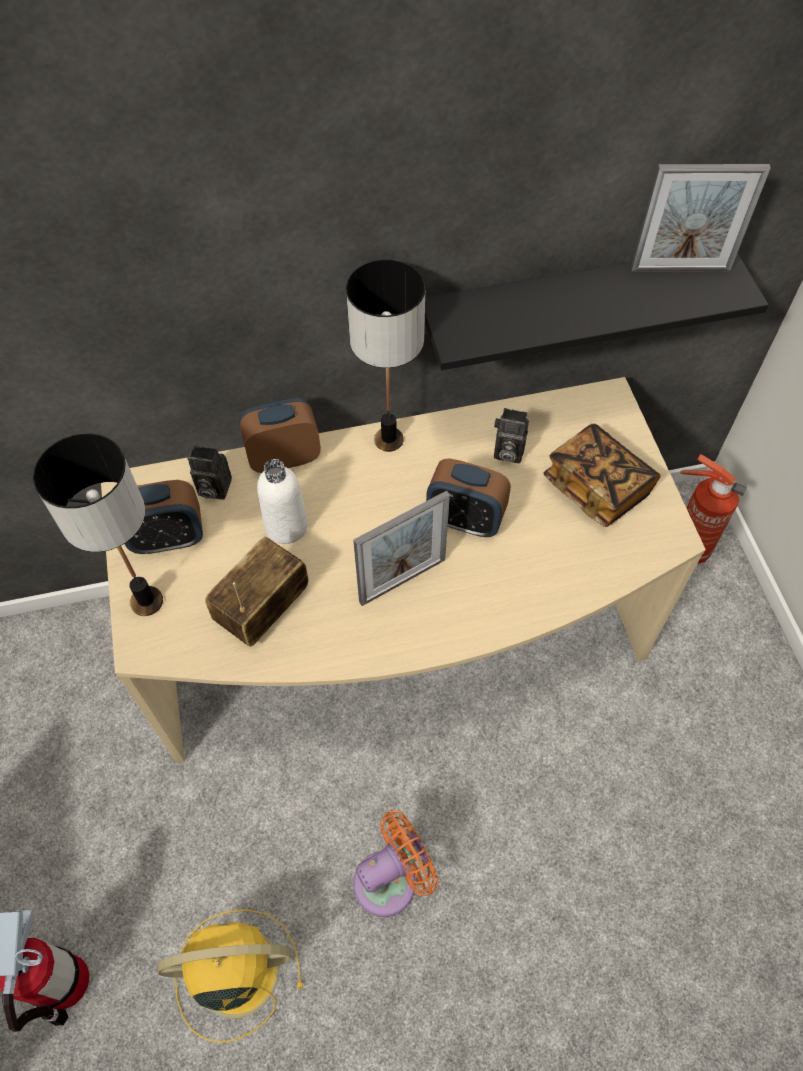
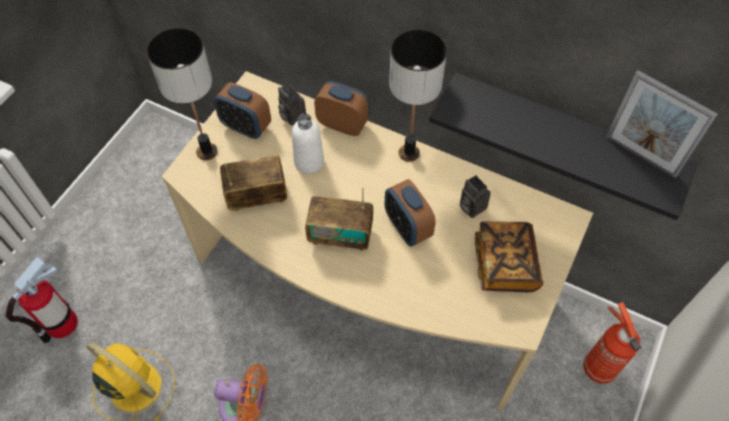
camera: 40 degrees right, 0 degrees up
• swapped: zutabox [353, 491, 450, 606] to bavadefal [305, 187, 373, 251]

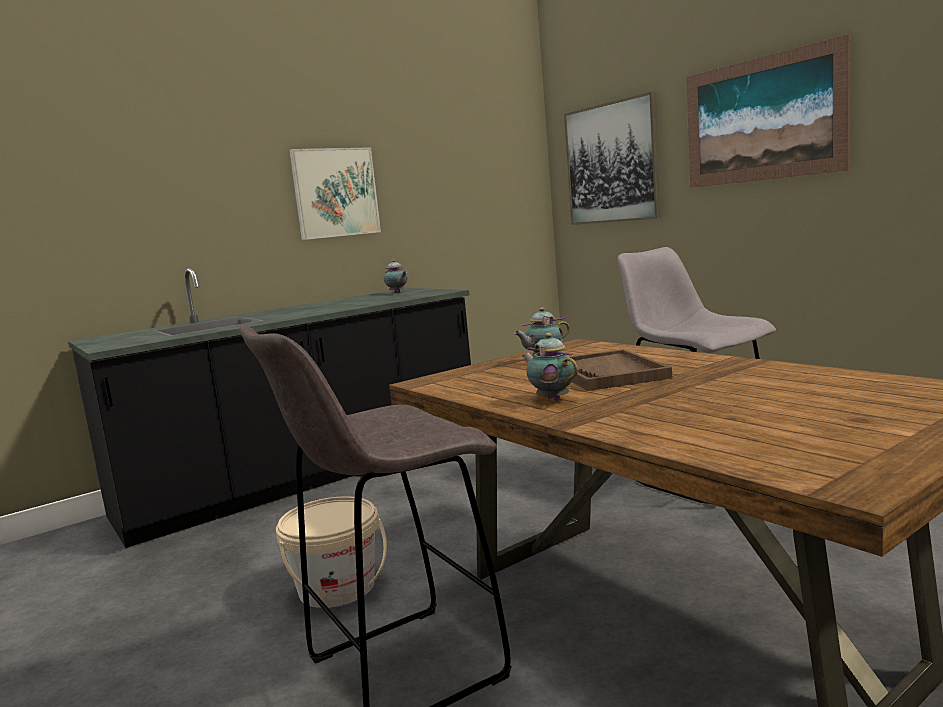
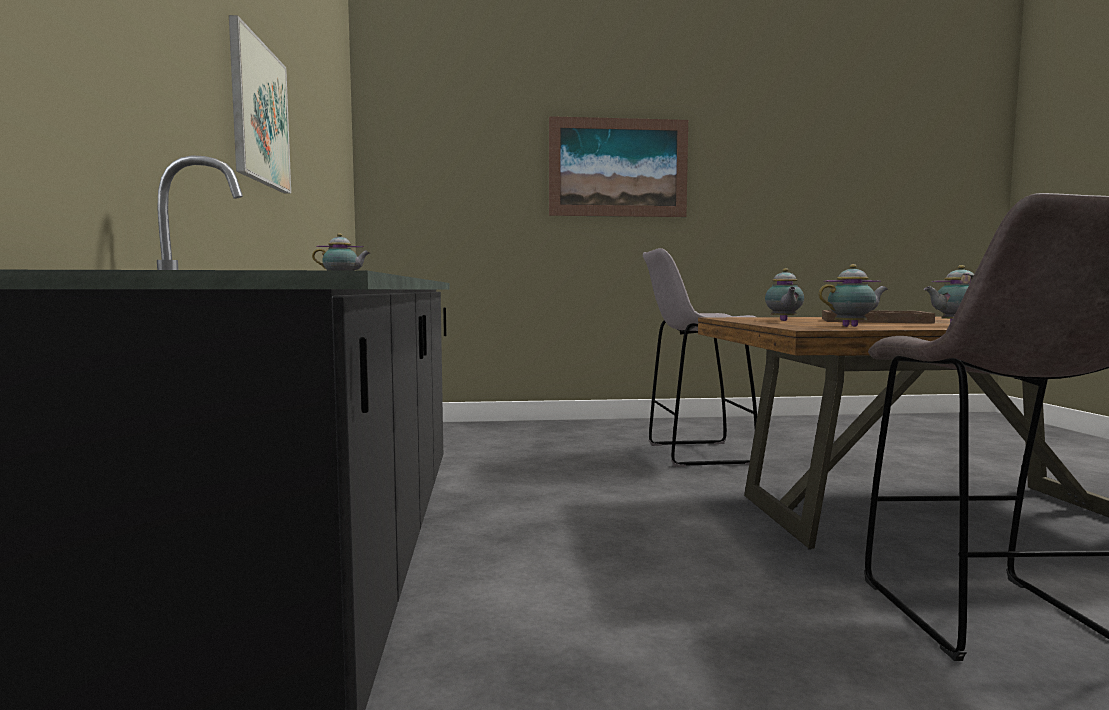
camera: 60 degrees left, 5 degrees down
• gone: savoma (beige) [276, 496, 387, 608]
• gone: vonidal [564, 92, 661, 225]
• new: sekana [818, 264, 888, 327]

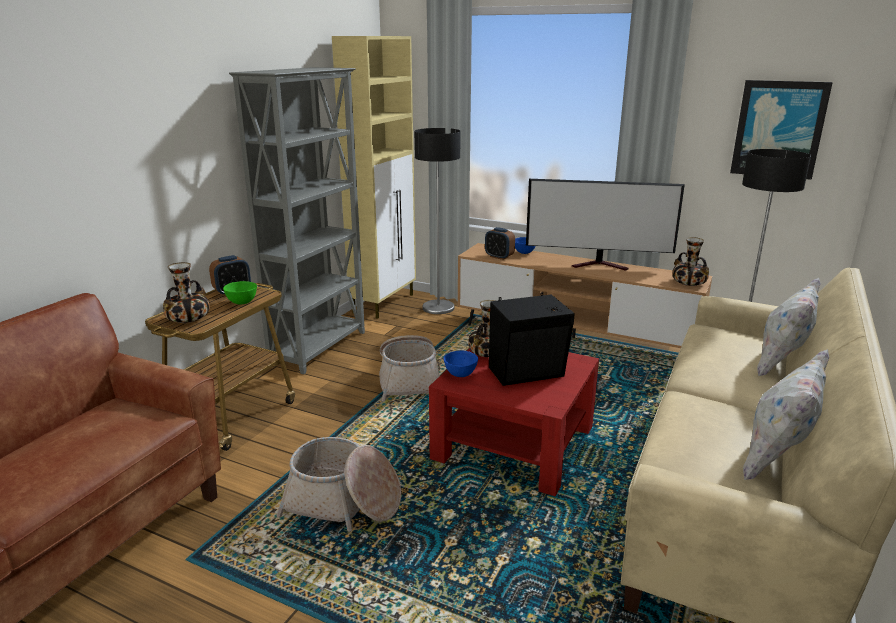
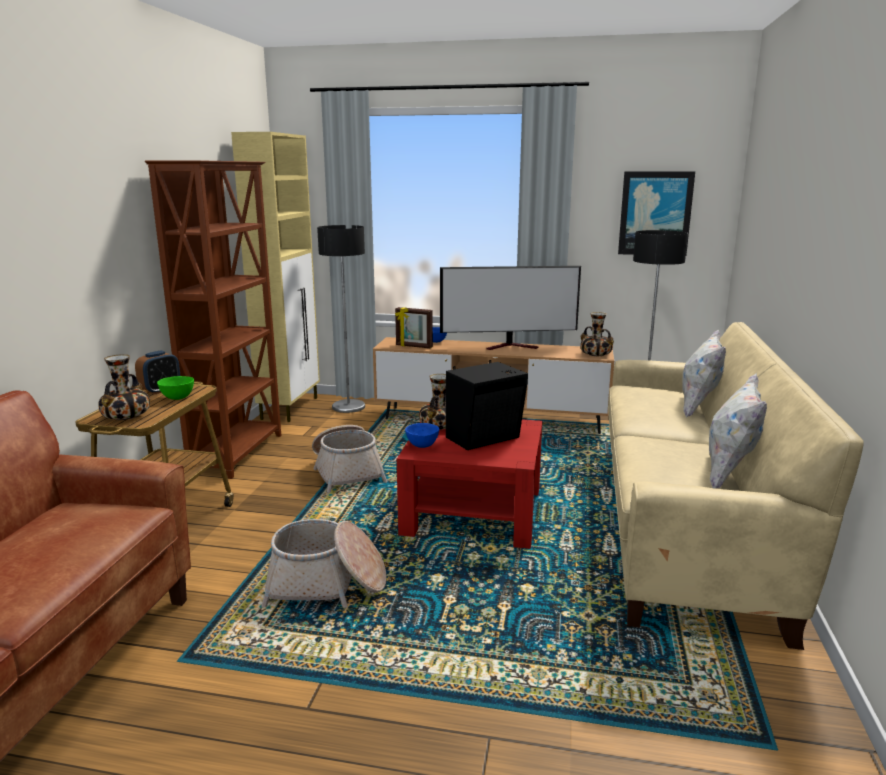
camera: 15 degrees left, 5 degrees down
• swapped: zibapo [485, 227, 515, 260] to zutabox [395, 307, 433, 348]
• repainted: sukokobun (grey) [229, 67, 365, 374] to sukokobun (brown) [145, 160, 281, 479]

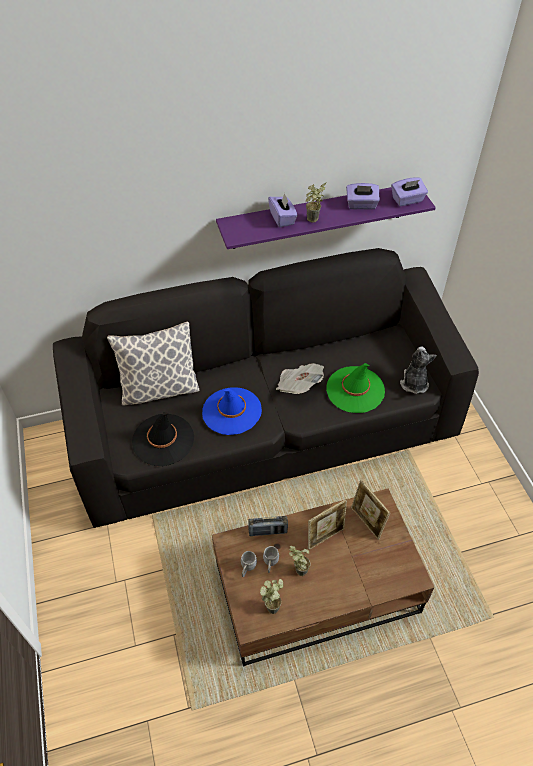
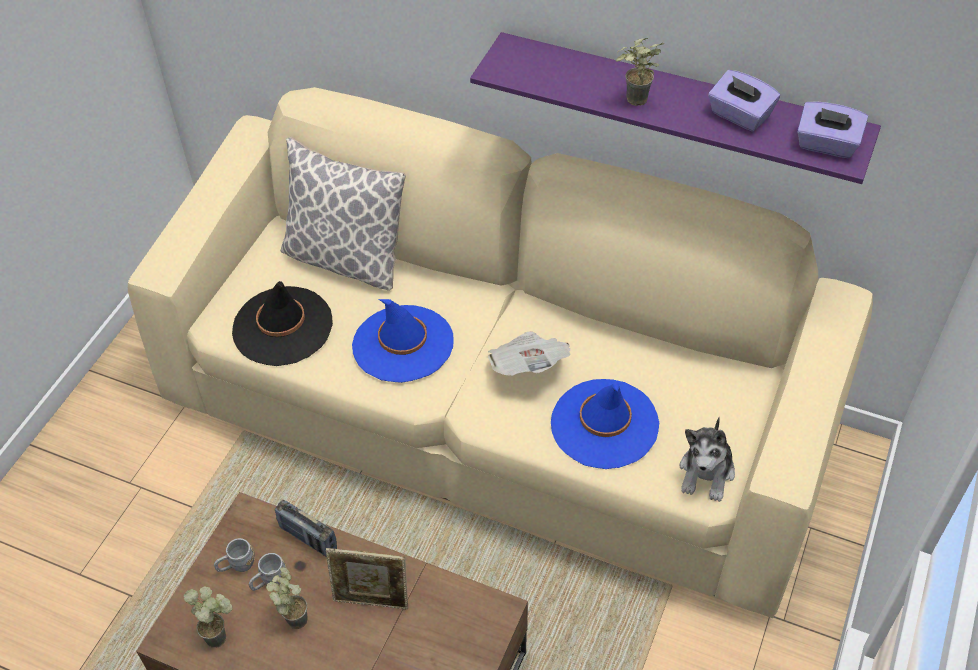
camera: 40 degrees right, 0 degrees up
• gone: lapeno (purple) [268, 193, 298, 227]
• gone: zutabox [351, 480, 390, 540]
• repainted: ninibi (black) [53, 248, 479, 528] to ninibi (beige) [128, 87, 873, 618]
• repainted: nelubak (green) [326, 363, 385, 413] to nelubak (blue) [551, 379, 659, 469]
• rotated: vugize [400, 346, 437, 394] = [679, 417, 735, 502] 150 degrees clockwise

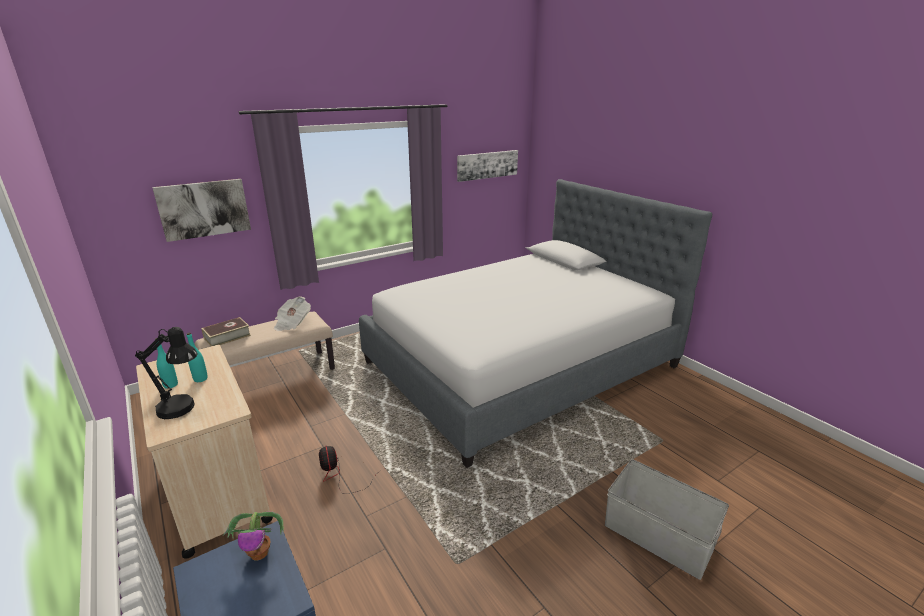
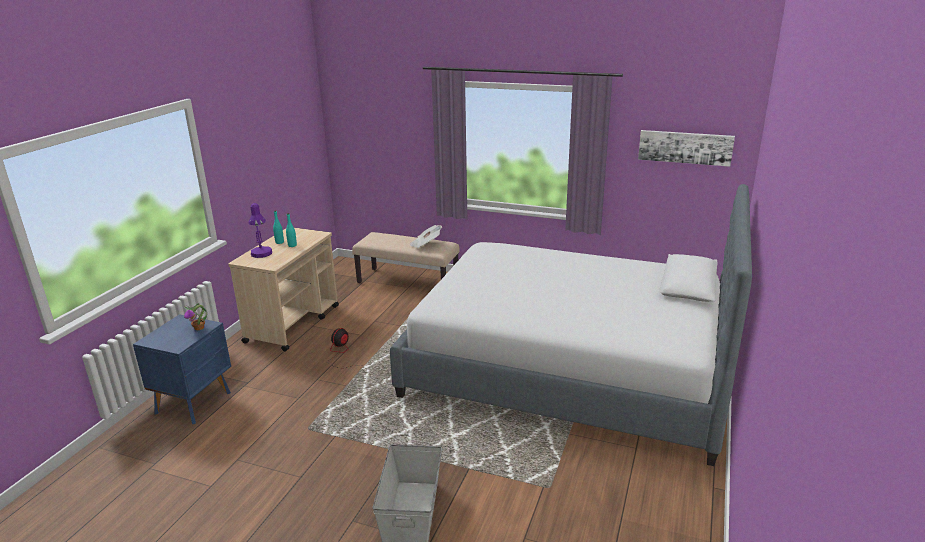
camera: 55 degrees right, 0 degrees up
• gone: vonidal [152, 179, 251, 242]
• gone: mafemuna [201, 317, 251, 346]
• repainted: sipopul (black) [135, 327, 198, 419] to sipopul (purple) [248, 203, 272, 258]

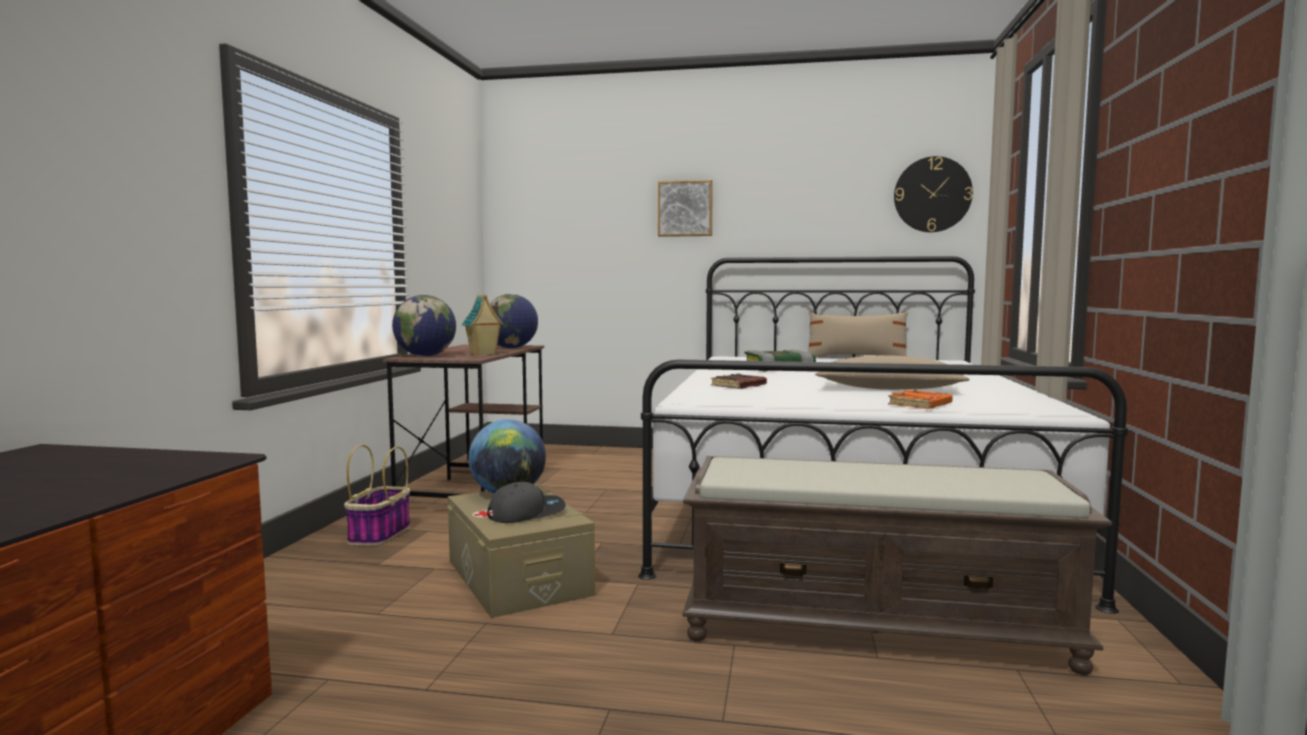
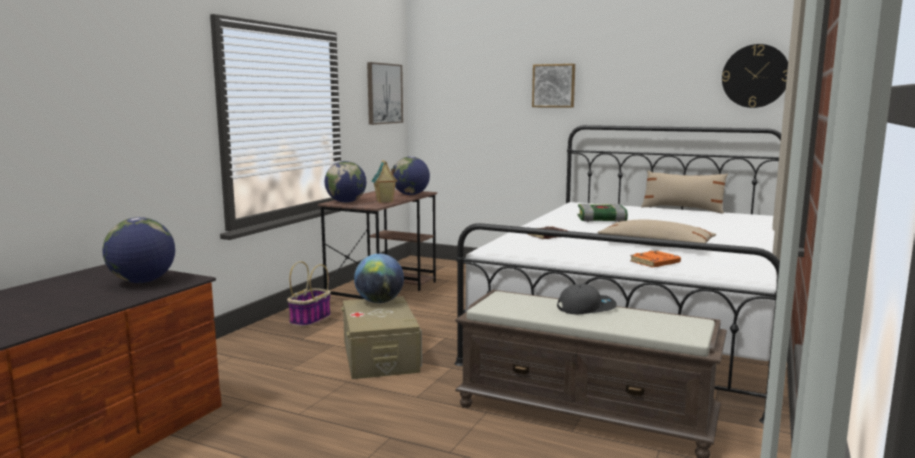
camera: 15 degrees right, 5 degrees up
• new: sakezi [102, 217, 175, 283]
• new: vonidal [367, 62, 403, 125]
• shifted: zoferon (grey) [487, 482, 566, 523] to [557, 284, 617, 315]

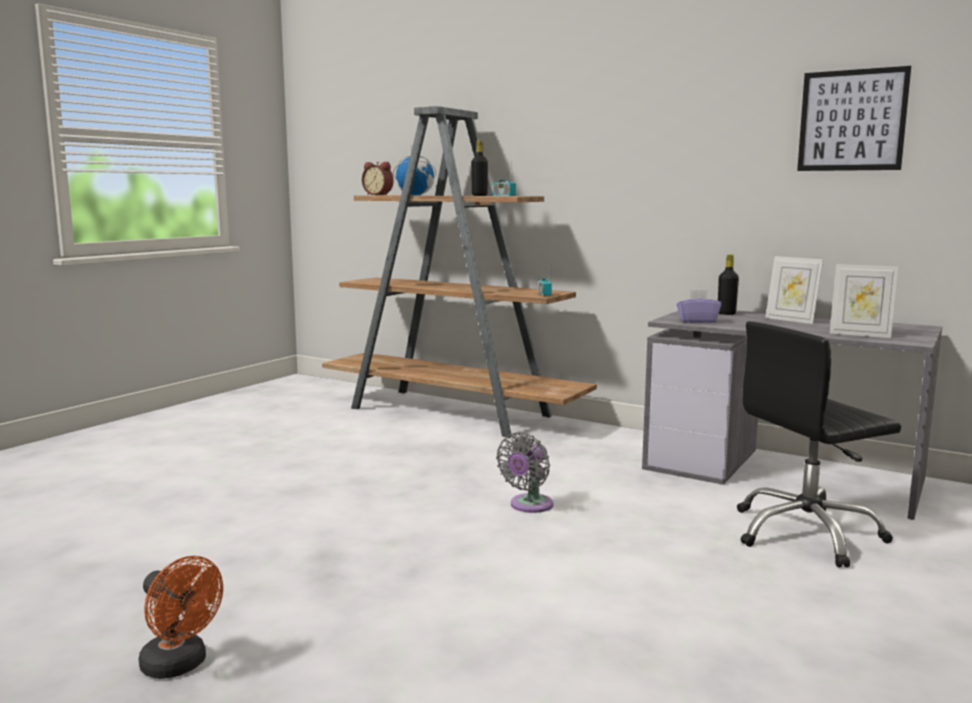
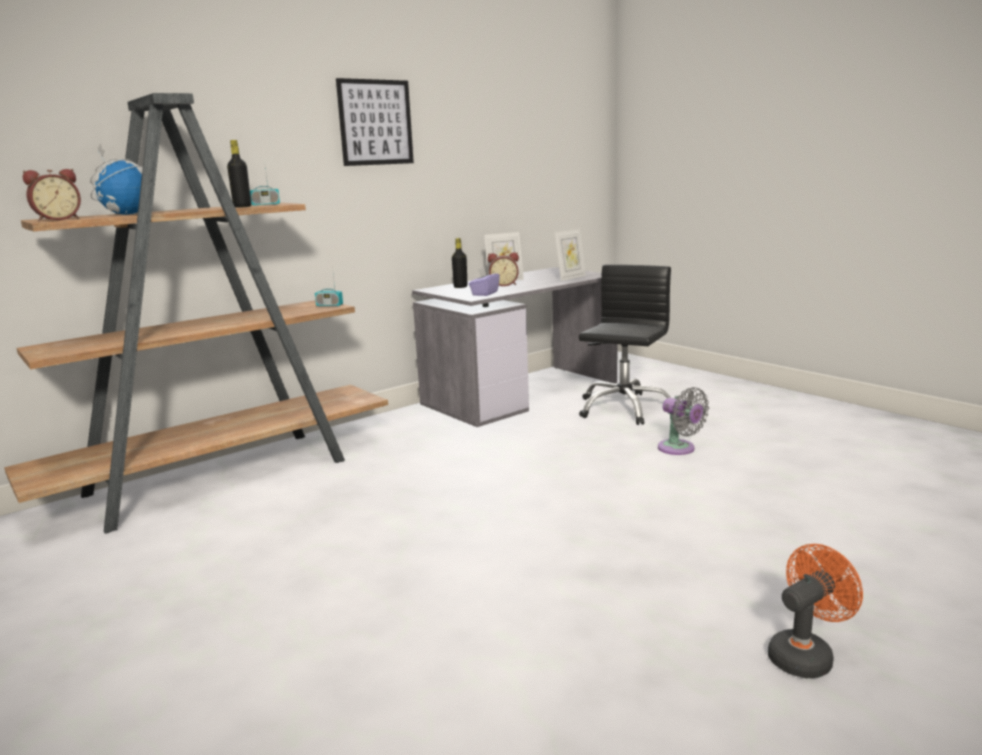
camera: 70 degrees left, 5 degrees up
• new: zibapo [488, 252, 519, 286]
• shifted: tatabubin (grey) [496, 432, 553, 513] to [658, 387, 709, 455]
• shifted: vonidal [797, 66, 911, 171] to [336, 78, 414, 166]
• rotated: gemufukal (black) [737, 321, 901, 568] = [579, 264, 671, 425] 150 degrees counterclockwise

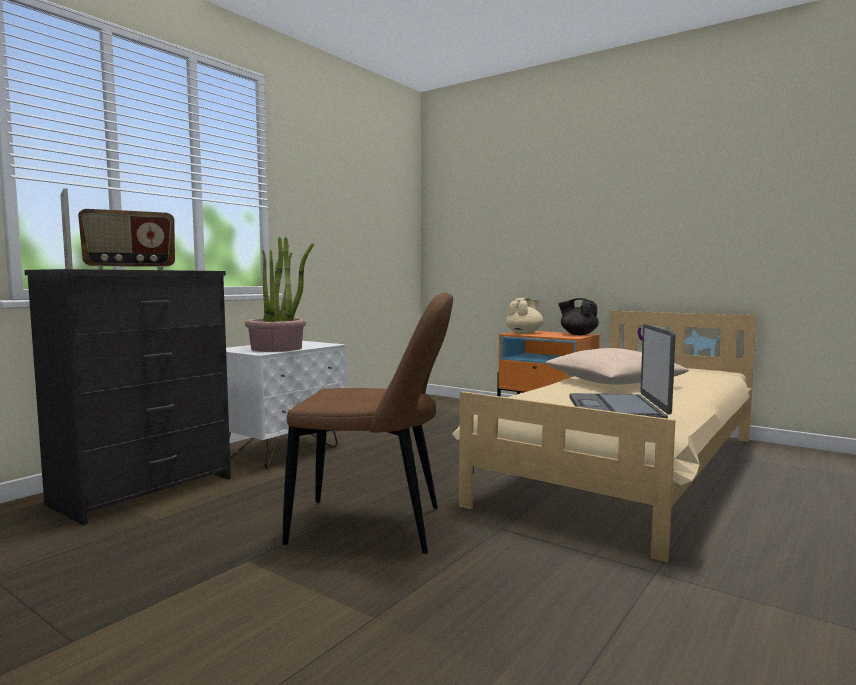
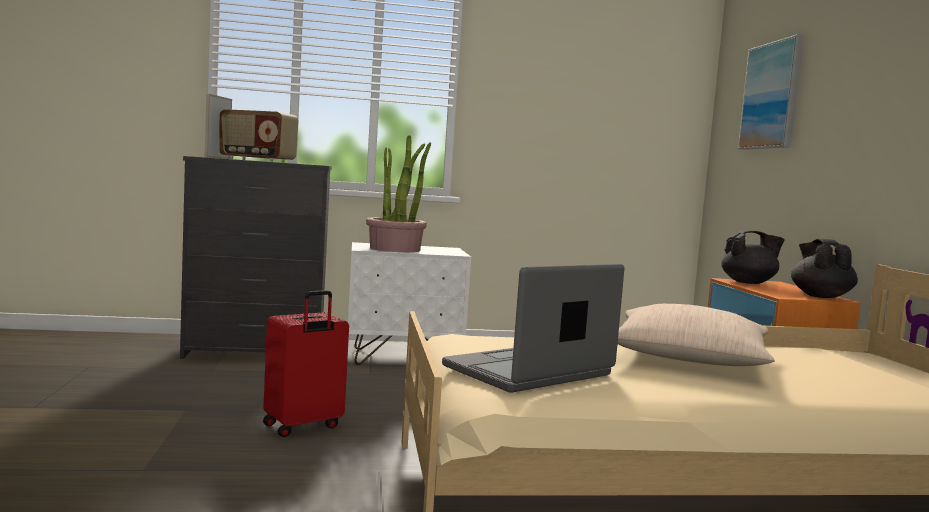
camera: 45 degrees right, 0 degrees up
• new: vonidal [738, 34, 804, 150]
• swapped: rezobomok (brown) [282, 293, 453, 554] to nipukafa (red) [263, 290, 349, 437]
• repainted: sekana (beige) [506, 298, 543, 334] to sekana (black) [721, 230, 785, 284]

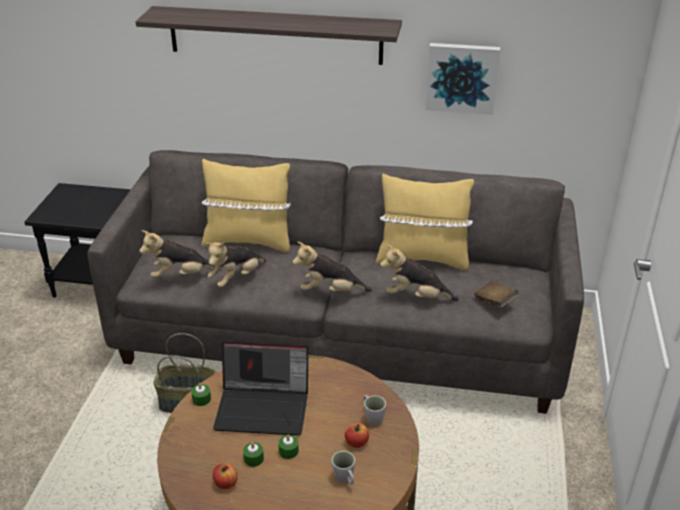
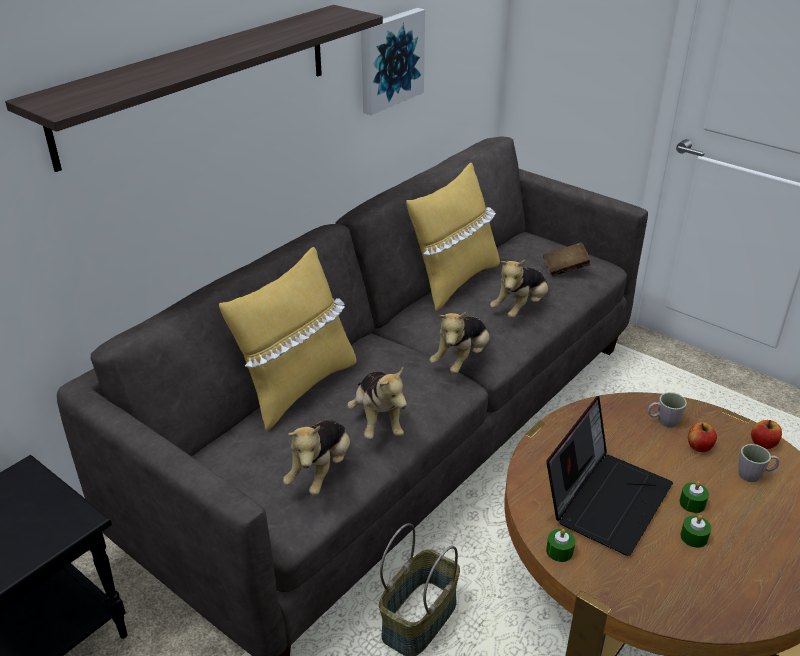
camera: 60 degrees left, 0 degrees up
• shifted: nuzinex [213, 463, 238, 489] to [751, 420, 782, 449]

